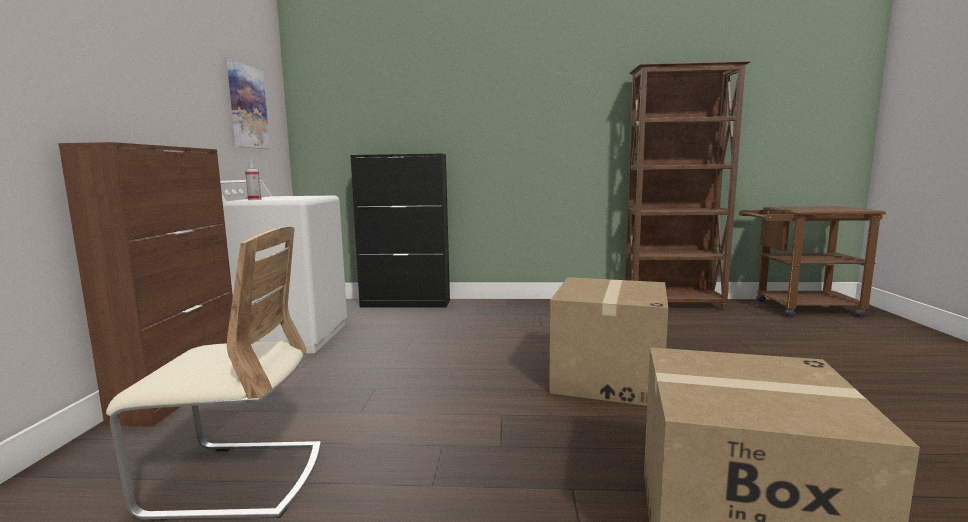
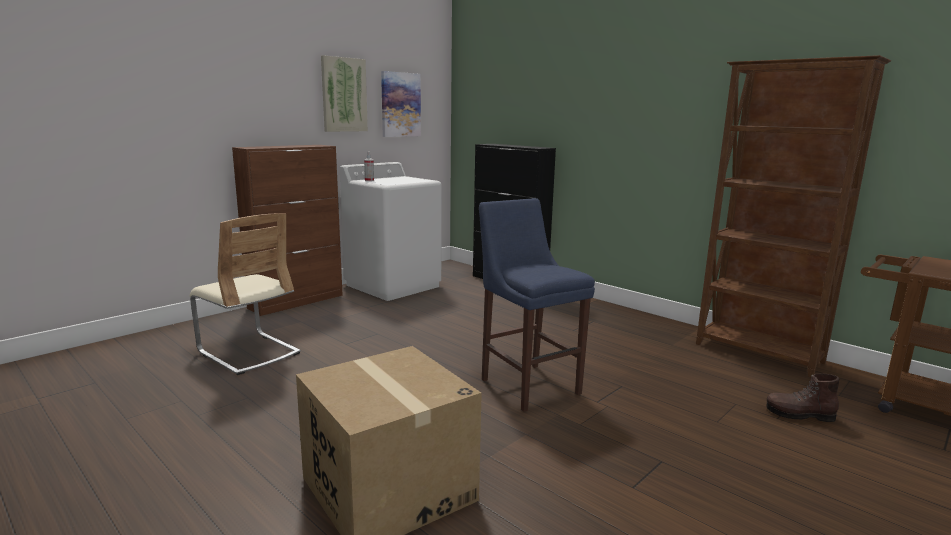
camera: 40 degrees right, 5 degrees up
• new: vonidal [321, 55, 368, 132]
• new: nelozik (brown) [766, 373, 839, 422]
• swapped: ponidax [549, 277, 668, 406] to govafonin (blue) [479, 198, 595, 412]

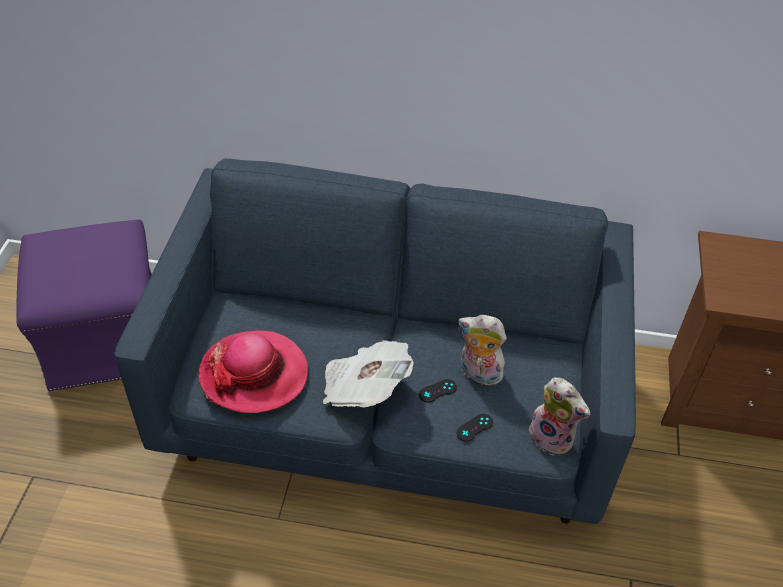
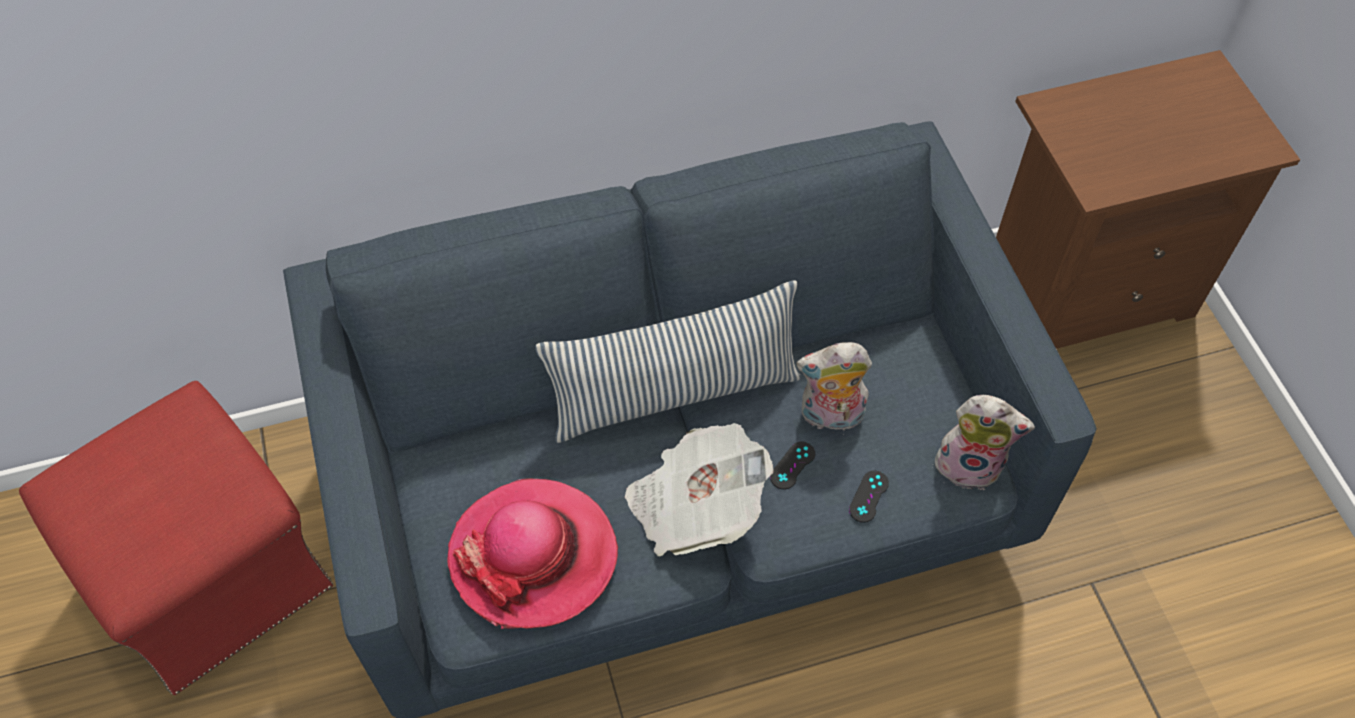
camera: 25 degrees left, 10 degrees up
• new: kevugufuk [535, 280, 800, 443]
• repainted: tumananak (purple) [16, 220, 152, 391] to tumananak (red) [19, 381, 333, 695]

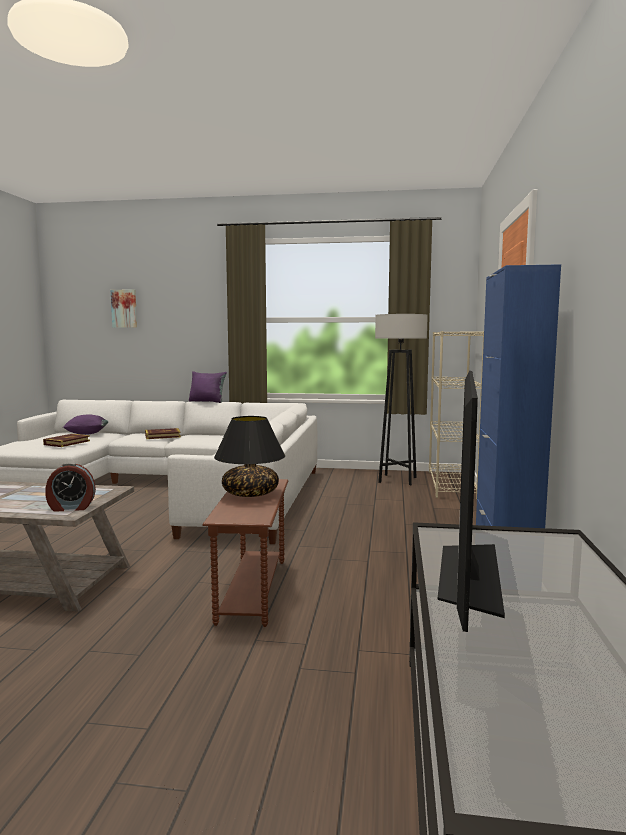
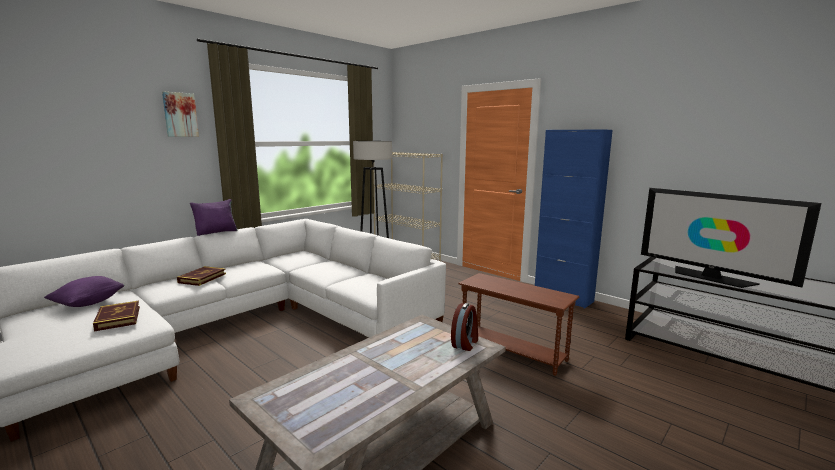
camera: 55 degrees left, 5 degrees up
• gone: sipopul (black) [214, 416, 285, 497]
• shifted: vonidal [111, 289, 137, 328] to [162, 91, 199, 137]

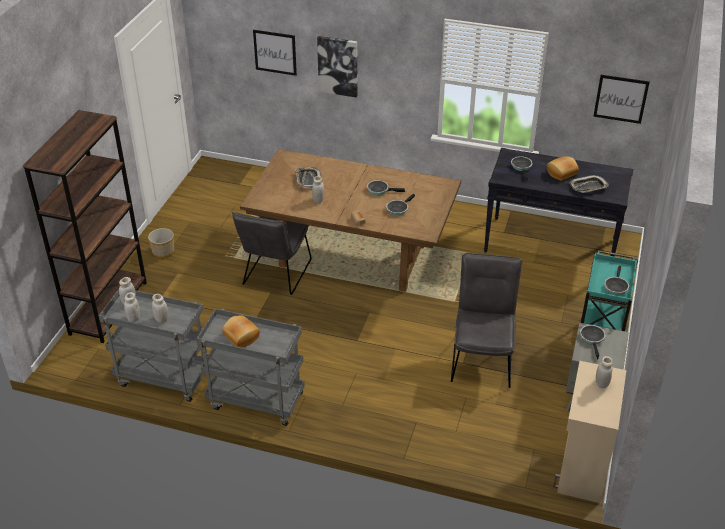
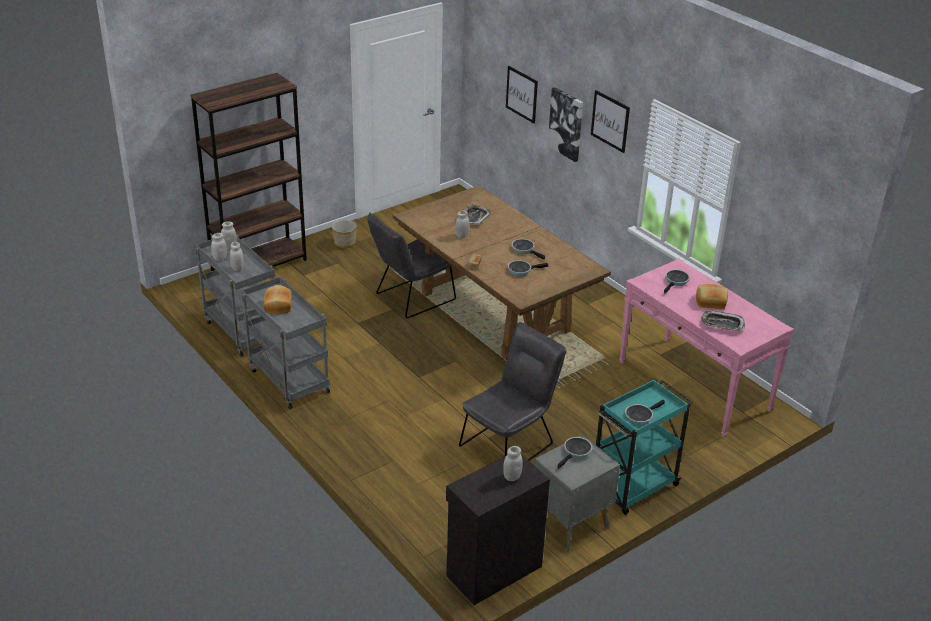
camera: 35 degrees right, 5 degrees down
• shifted: vonidal [593, 75, 650, 124] to [591, 90, 630, 153]
• repainted: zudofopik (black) [484, 148, 633, 257] to zudofopik (pink) [619, 258, 794, 437]
• repainted: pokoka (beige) [553, 361, 626, 503] to pokoka (black) [446, 454, 550, 605]

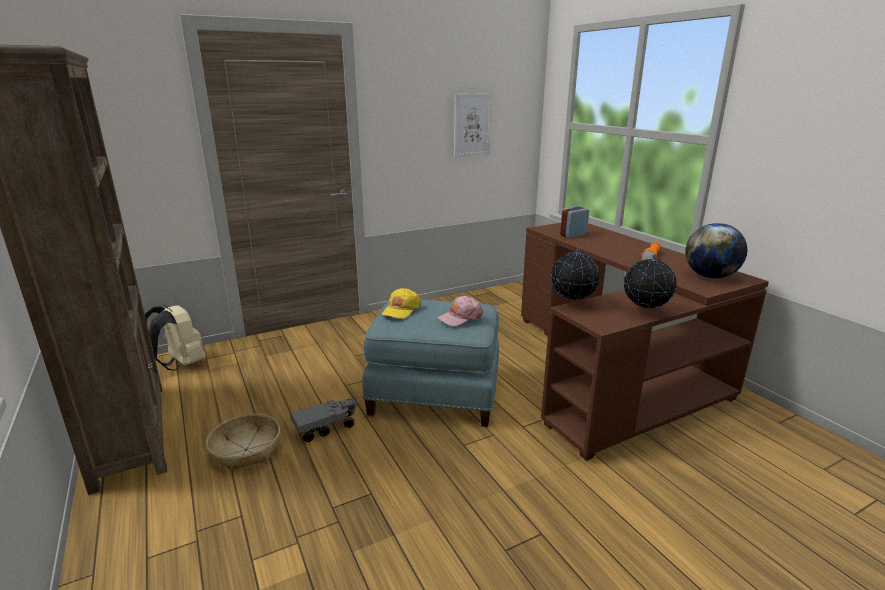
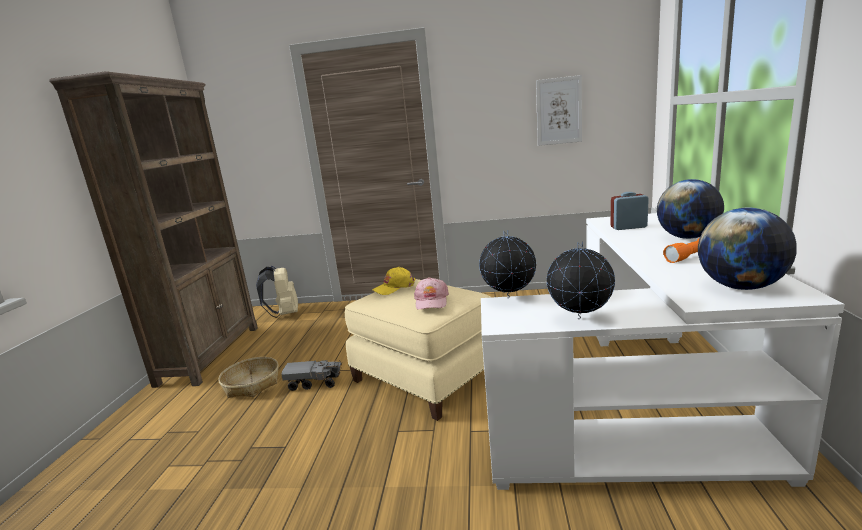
camera: 35 degrees right, 5 degrees down
• new: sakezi [657, 179, 724, 239]
• repainted: tumananak (blue) [362, 300, 499, 427] to tumananak (beige) [345, 279, 491, 421]
• repainted: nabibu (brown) [521, 223, 769, 461] to nabibu (white) [481, 213, 845, 490]
• rotated: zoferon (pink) [437, 296, 484, 326] = [414, 277, 449, 310] 90 degrees counterclockwise

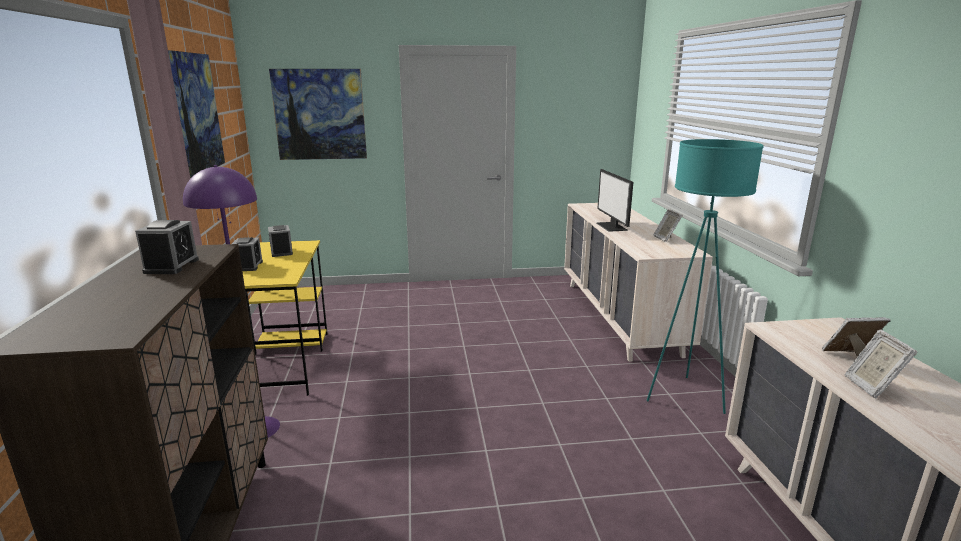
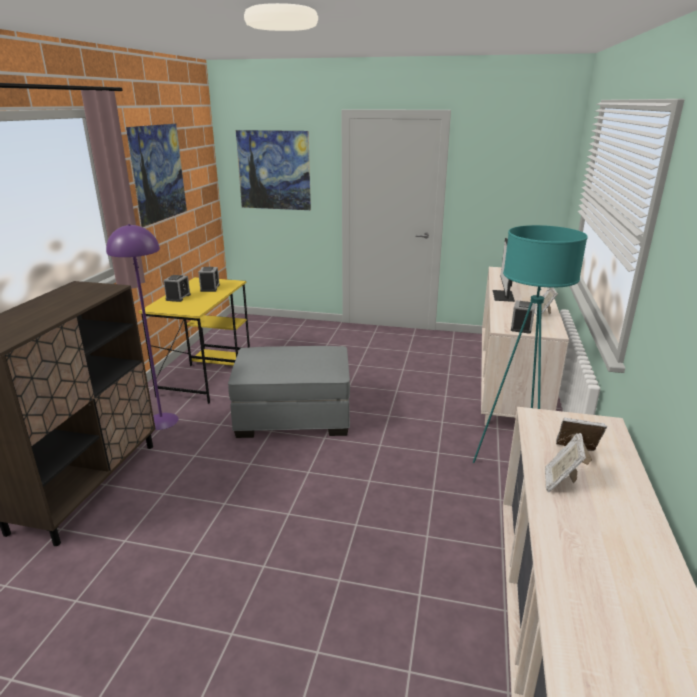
camera: 20 degrees right, 5 degrees up
• new: tumananak (grey) [228, 346, 350, 438]
• shifted: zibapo [135, 220, 199, 274] to [511, 300, 536, 334]

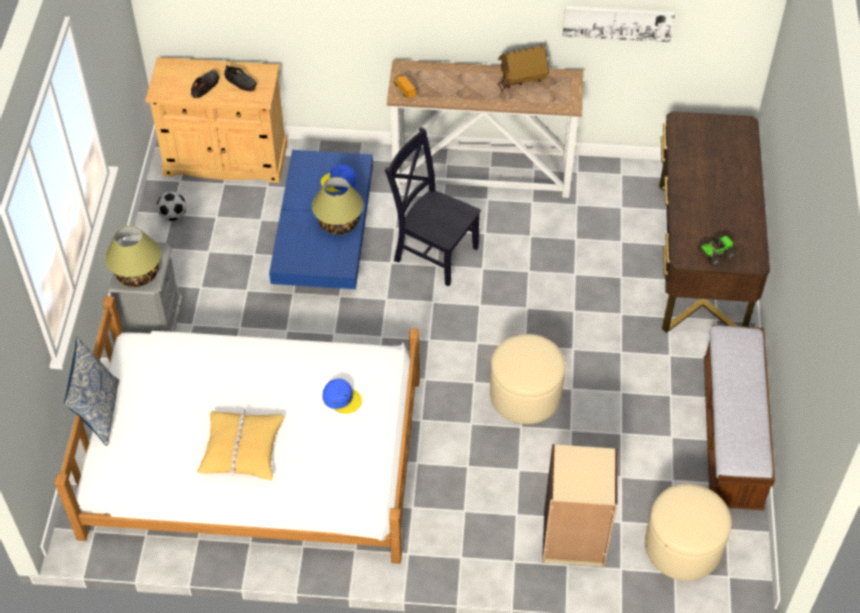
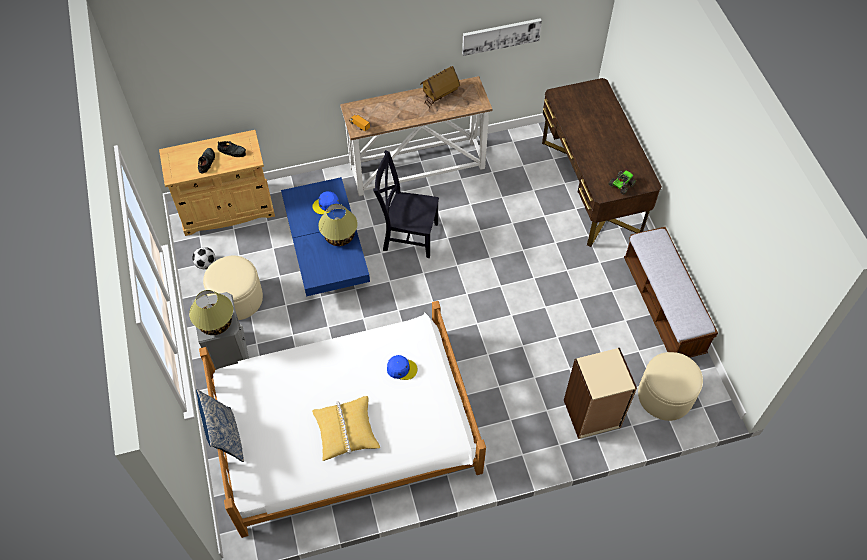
camera: 20 degrees left, 5 degrees up
• shifted: tumananak (beige) [490, 334, 566, 424] to [203, 256, 263, 320]

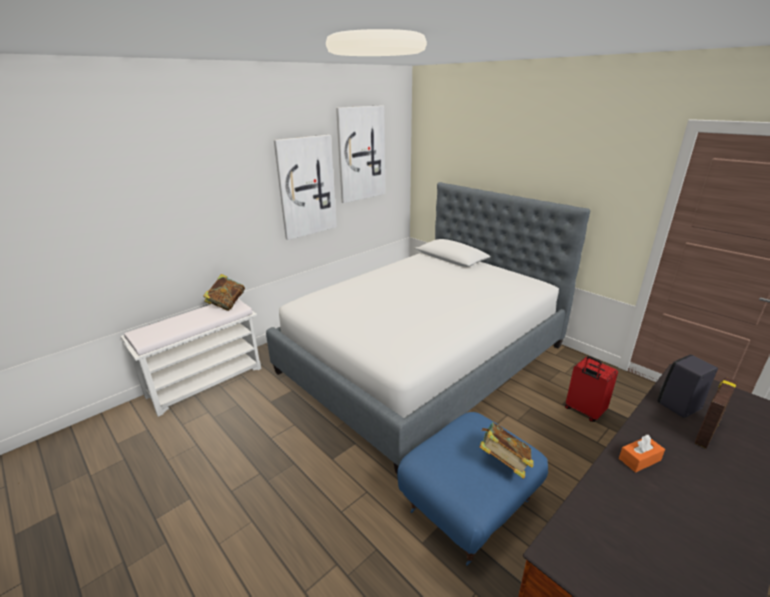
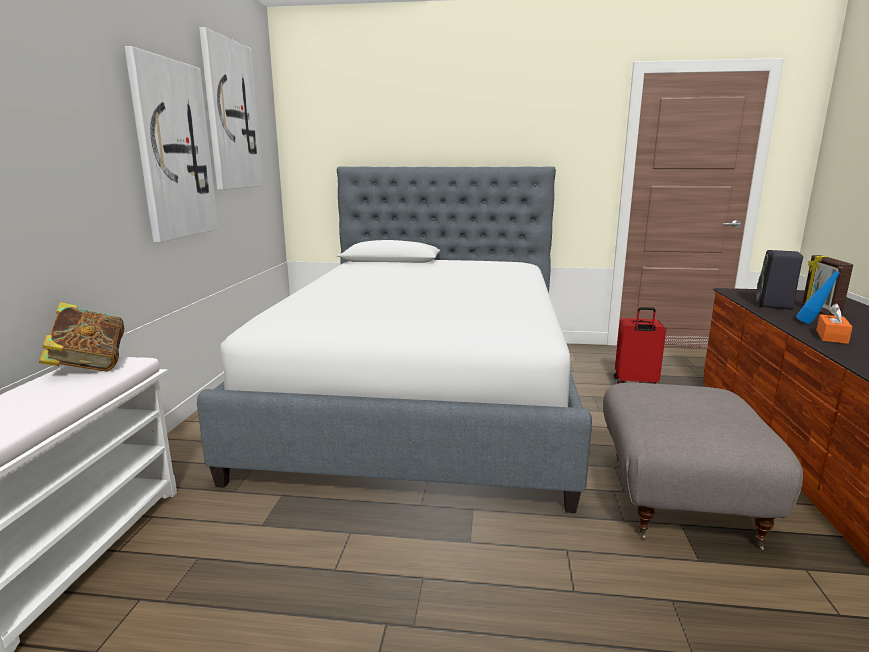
camera: 40 degrees left, 10 degrees down
• gone: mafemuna [480, 422, 534, 479]
• new: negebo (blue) [796, 266, 843, 324]
• repainted: tumananak (blue) [397, 412, 548, 566] to tumananak (grey) [603, 383, 803, 551]

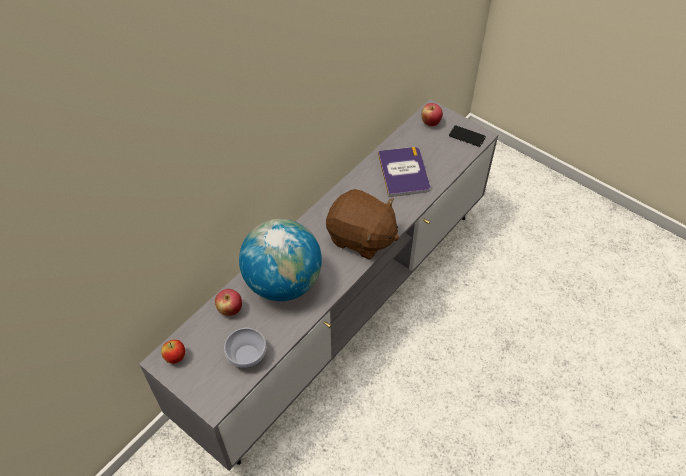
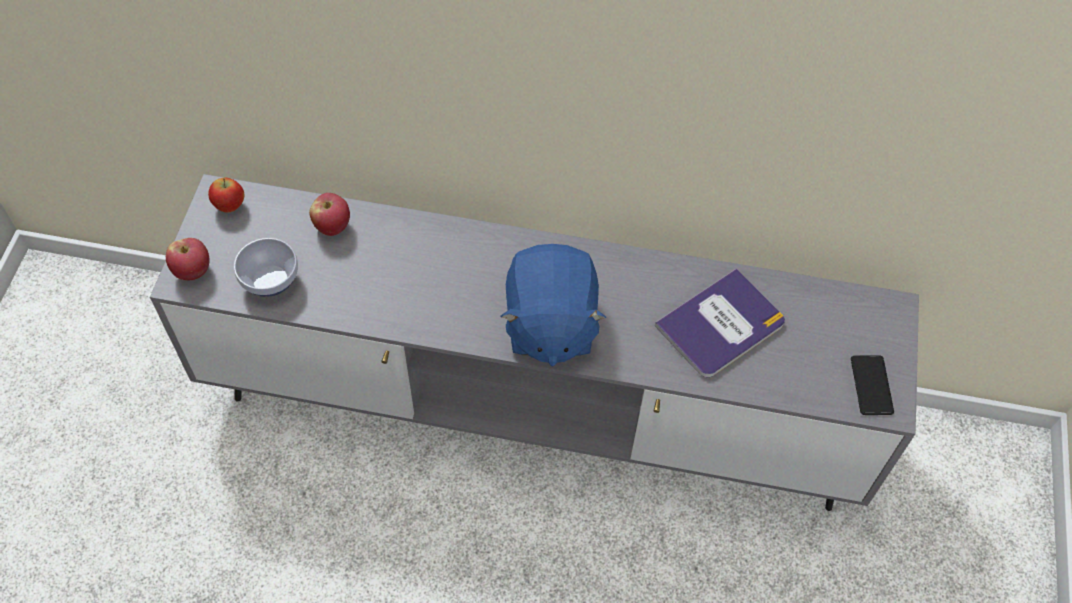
camera: 60 degrees right, 5 degrees up
• gone: sakezi [239, 219, 322, 301]
• shifted: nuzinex [421, 103, 443, 127] to [166, 238, 210, 280]
• repainted: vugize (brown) [326, 189, 399, 260] to vugize (blue) [501, 244, 606, 366]

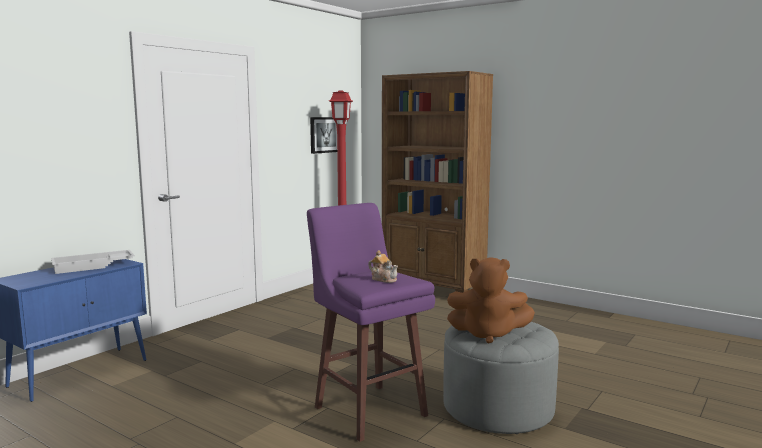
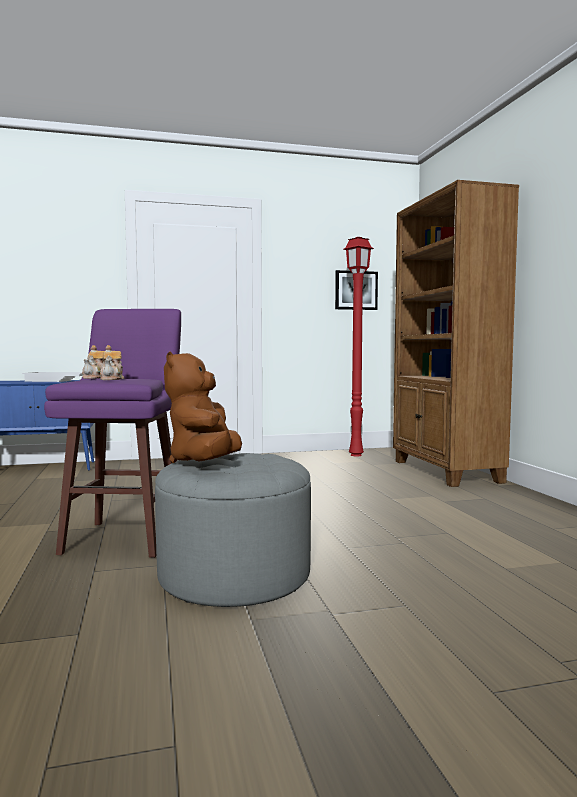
camera: 40 degrees right, 5 degrees down
• new: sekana [82, 345, 105, 379]
• rotated: vugize (brown) [447, 257, 535, 343] = [164, 351, 242, 463] 45 degrees clockwise

